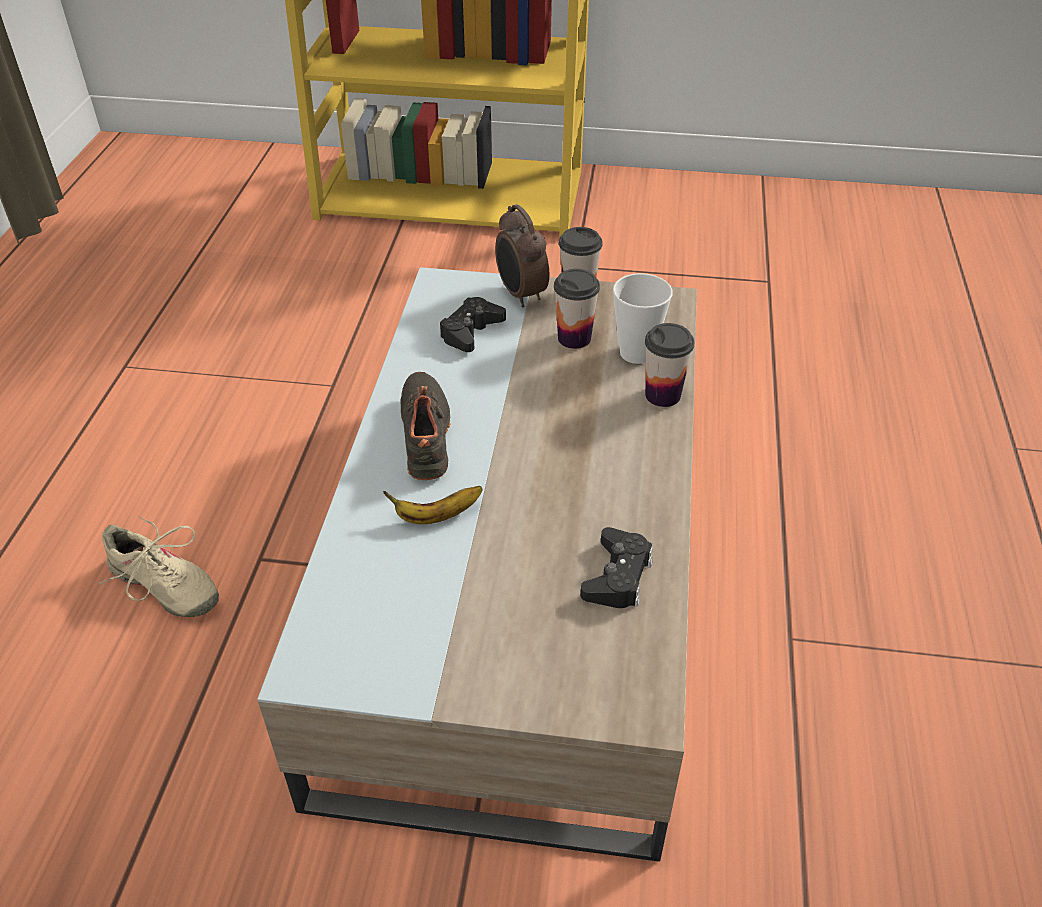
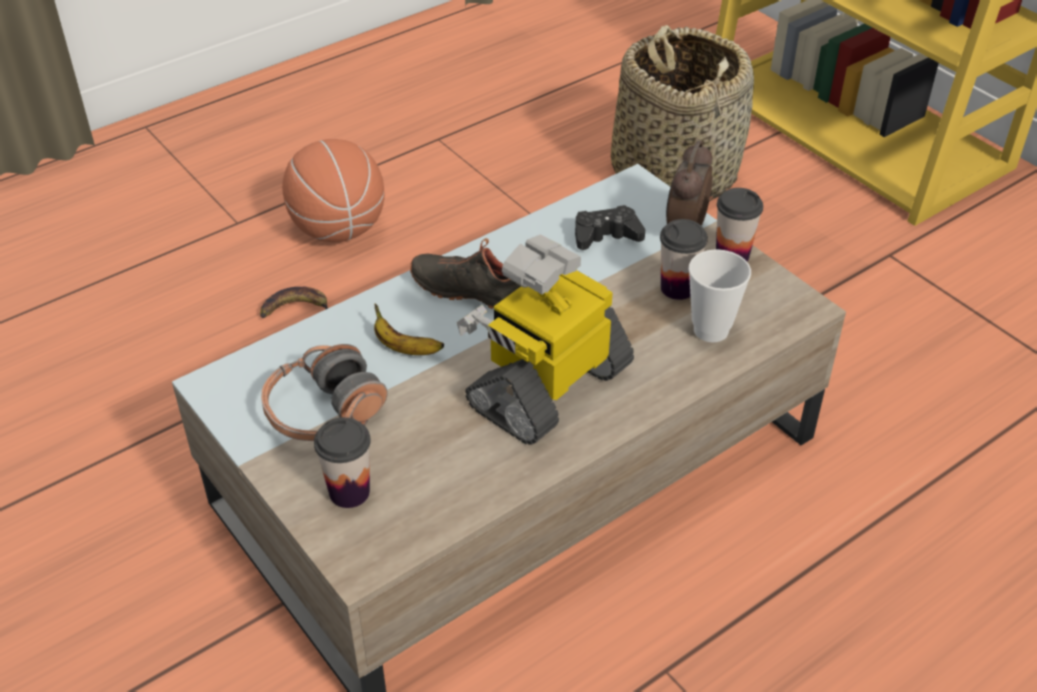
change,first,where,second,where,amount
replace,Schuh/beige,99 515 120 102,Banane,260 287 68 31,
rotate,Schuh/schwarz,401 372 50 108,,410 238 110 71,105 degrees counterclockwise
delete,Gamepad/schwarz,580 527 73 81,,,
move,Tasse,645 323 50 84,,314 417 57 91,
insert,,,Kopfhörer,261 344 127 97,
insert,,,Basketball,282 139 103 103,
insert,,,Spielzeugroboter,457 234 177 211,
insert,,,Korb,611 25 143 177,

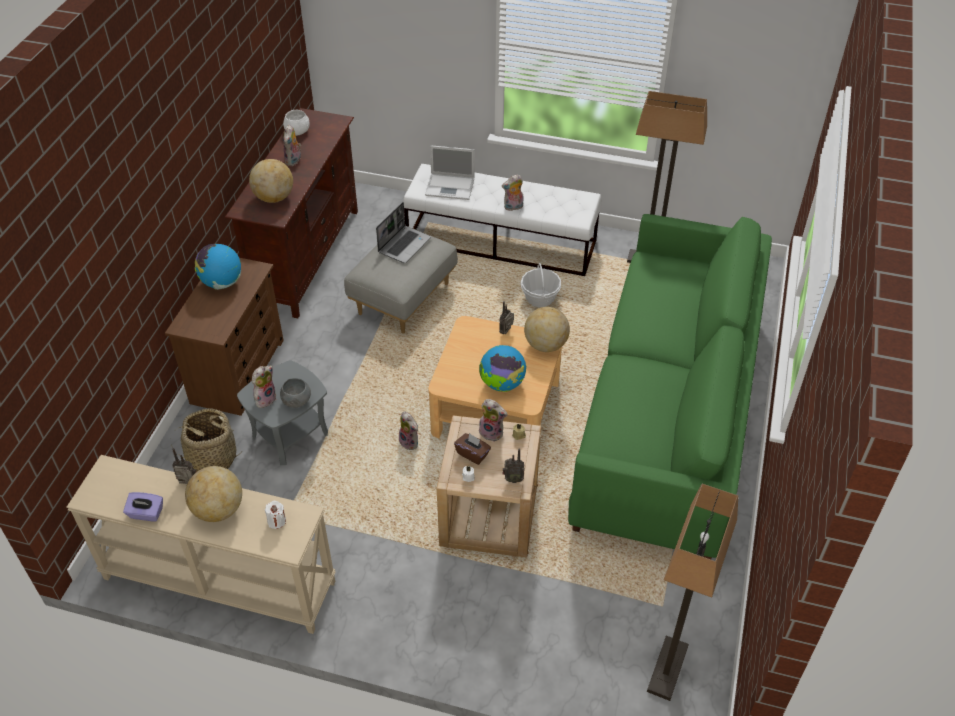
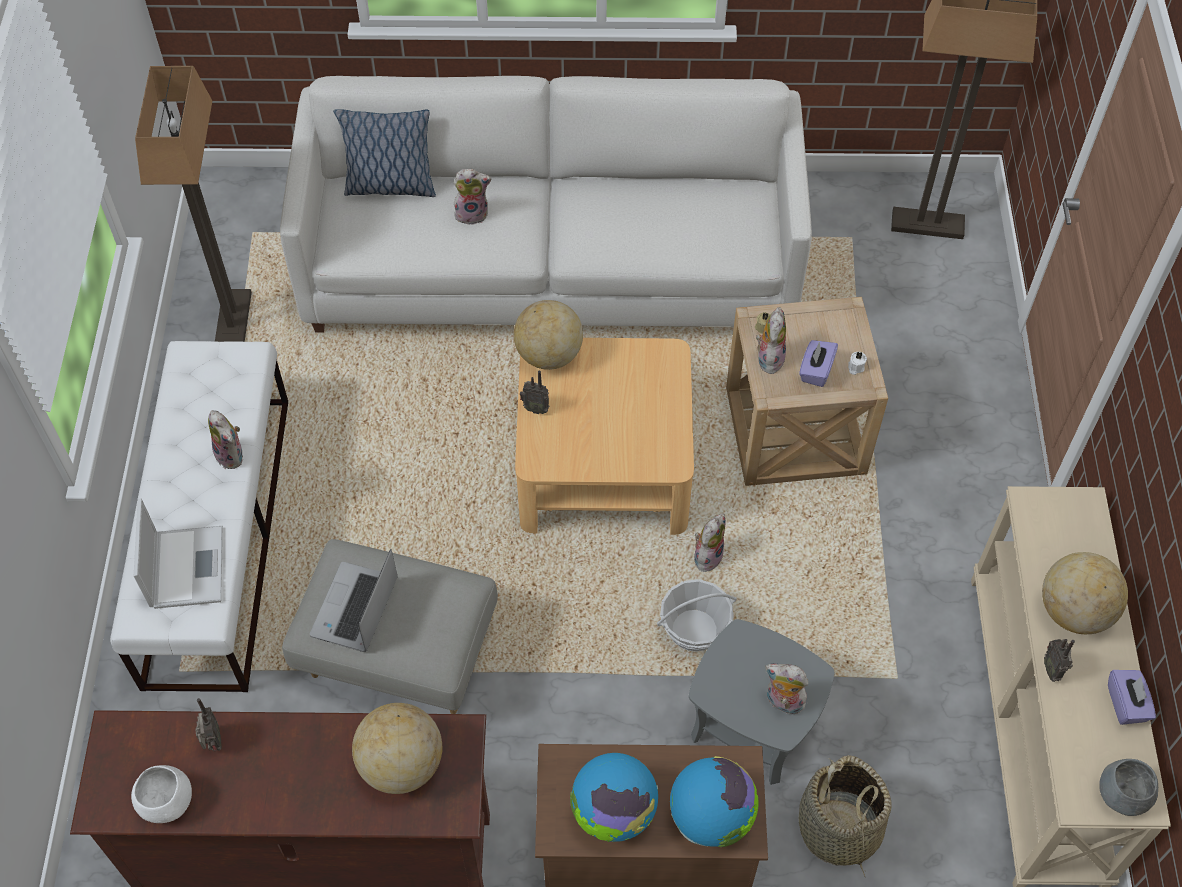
change,first,where,second,where,amount
delete,Kerze/weiß,265 501 21 28,,,
move,Schüssel/grau,280 378 31 30,,1099 759 59 57,
move,Plüschtier,283 124 18 42,,453 169 39 56,
rotate,Laptop,376 202 55 61,,310 549 88 103,90 degrees counterclockwise
recolor,Taschentuchbox/braun,454 433 37 32,Taschentuchbox/lila,799 340 39 47,
move,Globus,479 345 47 47,,670 756 89 91,
move,Radio,503 449 21 34,,195 698 27 54,
move,Korb,521 263 40 44,,657 579 80 73,
recolor,Sofa/grün,568 214 204 346,Sofa/weiß,280 76 532 257,
insert,,,Kissen,333 109 103 88,

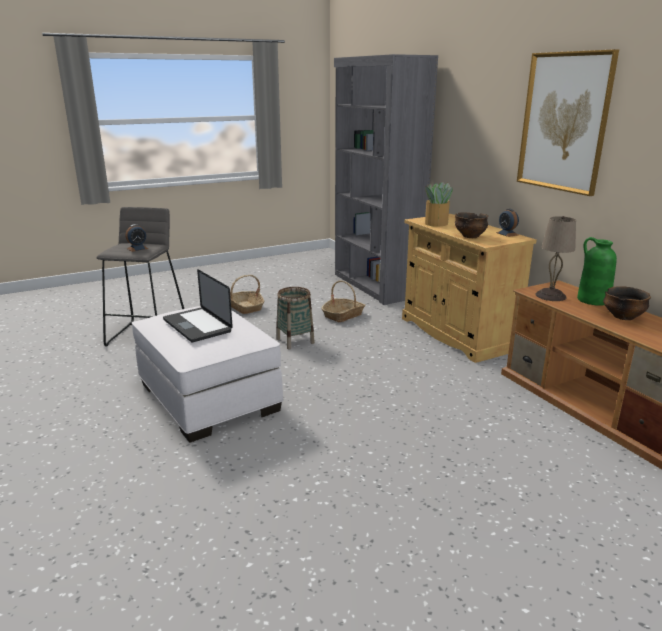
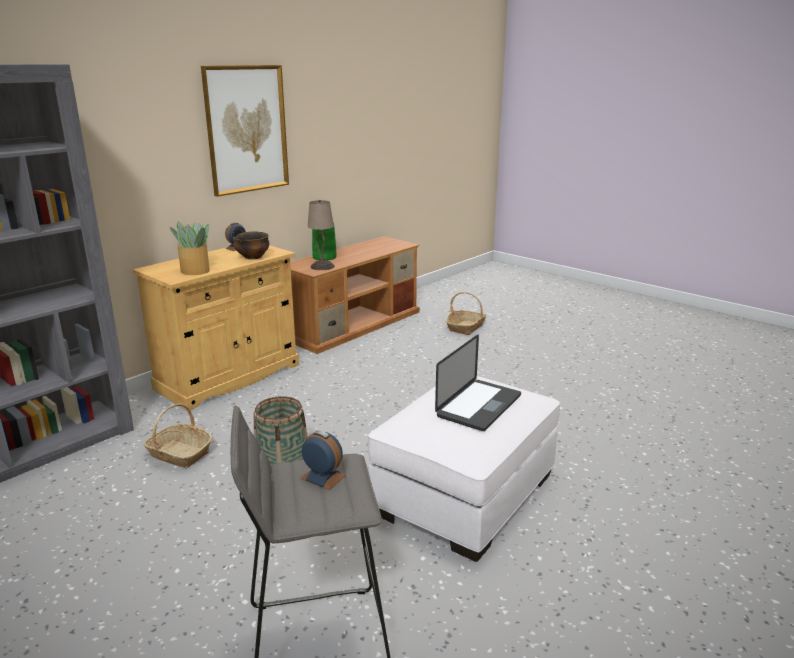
change,first,where,second,where,amount
move,Korb,230 275 34 39,,446 292 41 43,
delete,Schüssel,603 286 48 34,,,

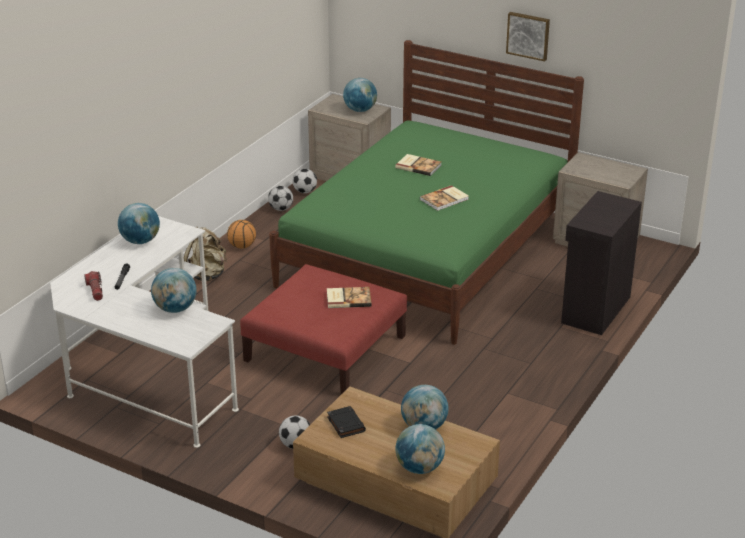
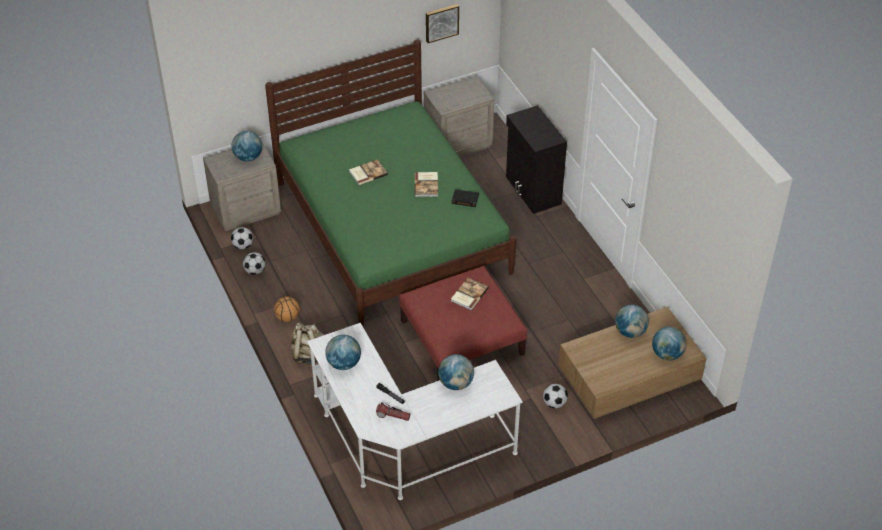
change,first,where,second,where,amount
move,Buch/schwarz,327 406 39 32,,452 189 27 18,
move,Bild,506 12 44 49,,426 4 33 39,

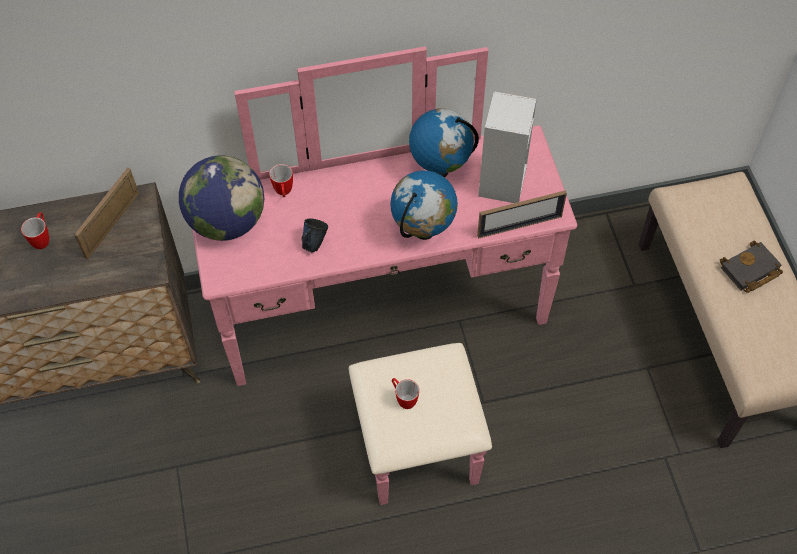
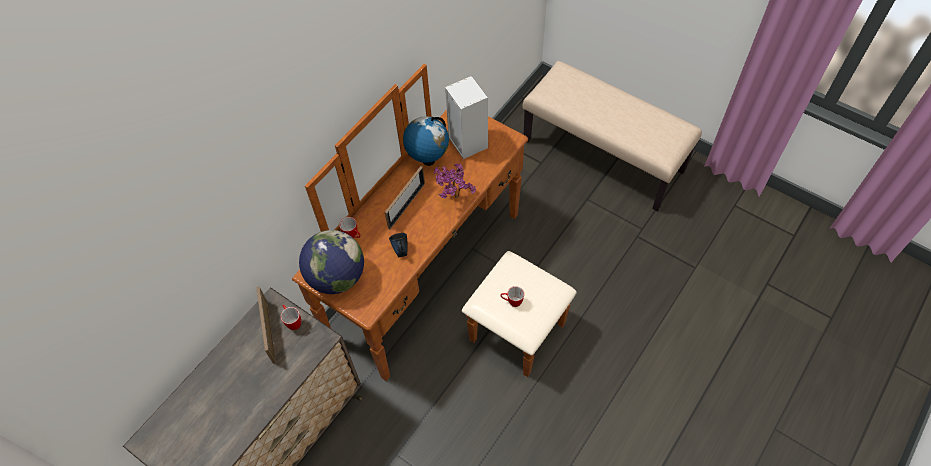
change,first,where,second,where,amount
move,Henkelbecher,21 212 28 37,,281 305 20 25,
recolor,Kommode/rosa,192 46 385 459,Kommode/braun,292 64 285 317,
replace,Globus,390 170 68 70,Topfpflanze,433 163 43 36,
move,Bilderrahmen,477 190 90 49,,385 166 40 63,
delete,Buch/schwarz,720 240 63 53,,,

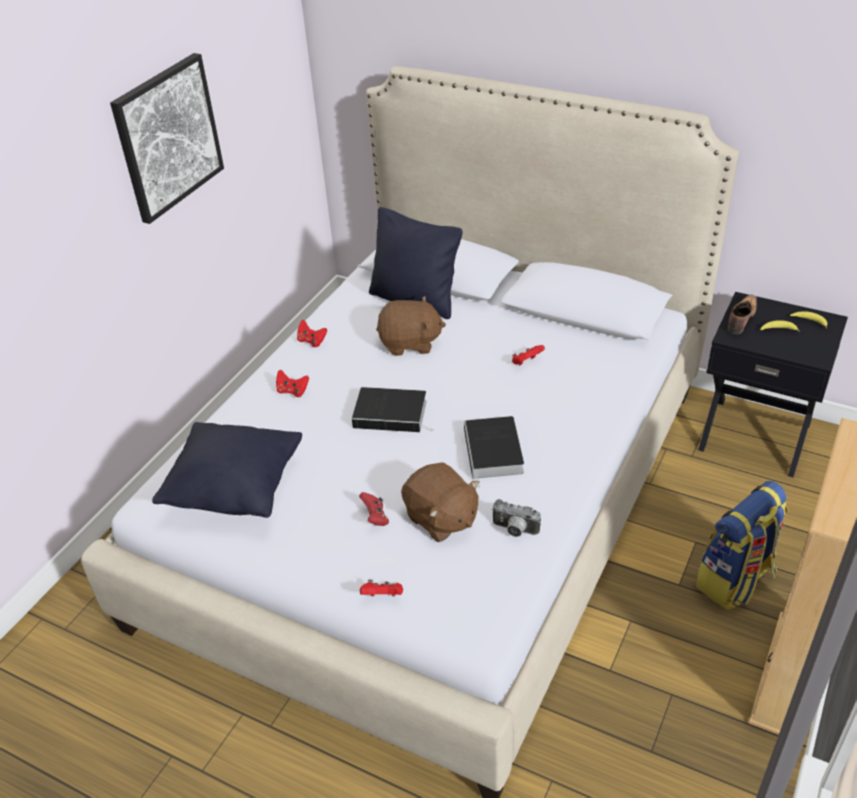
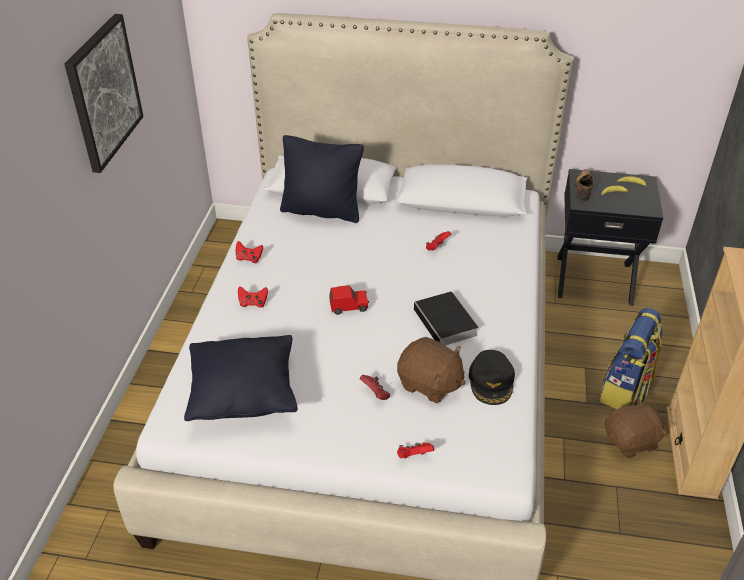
change,first,where,second,where,amount
replace,Buch,352 387 82 45,Spielzeugauto/rot,329 285 40 30,
move,Plüschtier/braun,376 296 70 60,,605 398 61 60,
replace,Kamera,491 499 50 38,Kappe/schwarz,469 350 46 55,

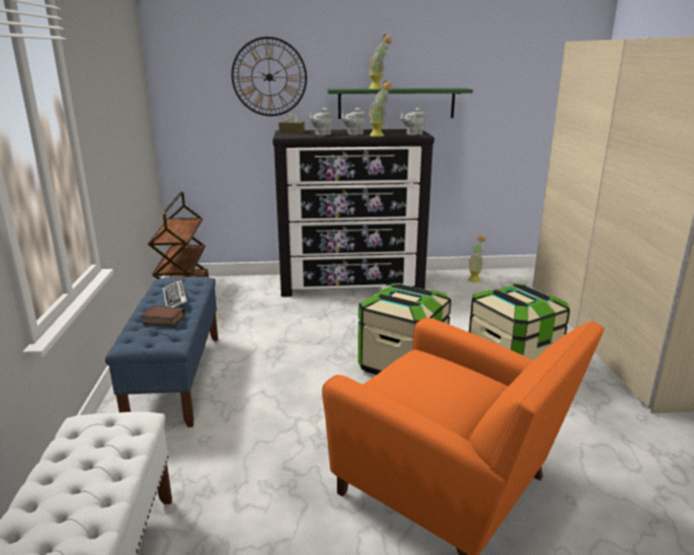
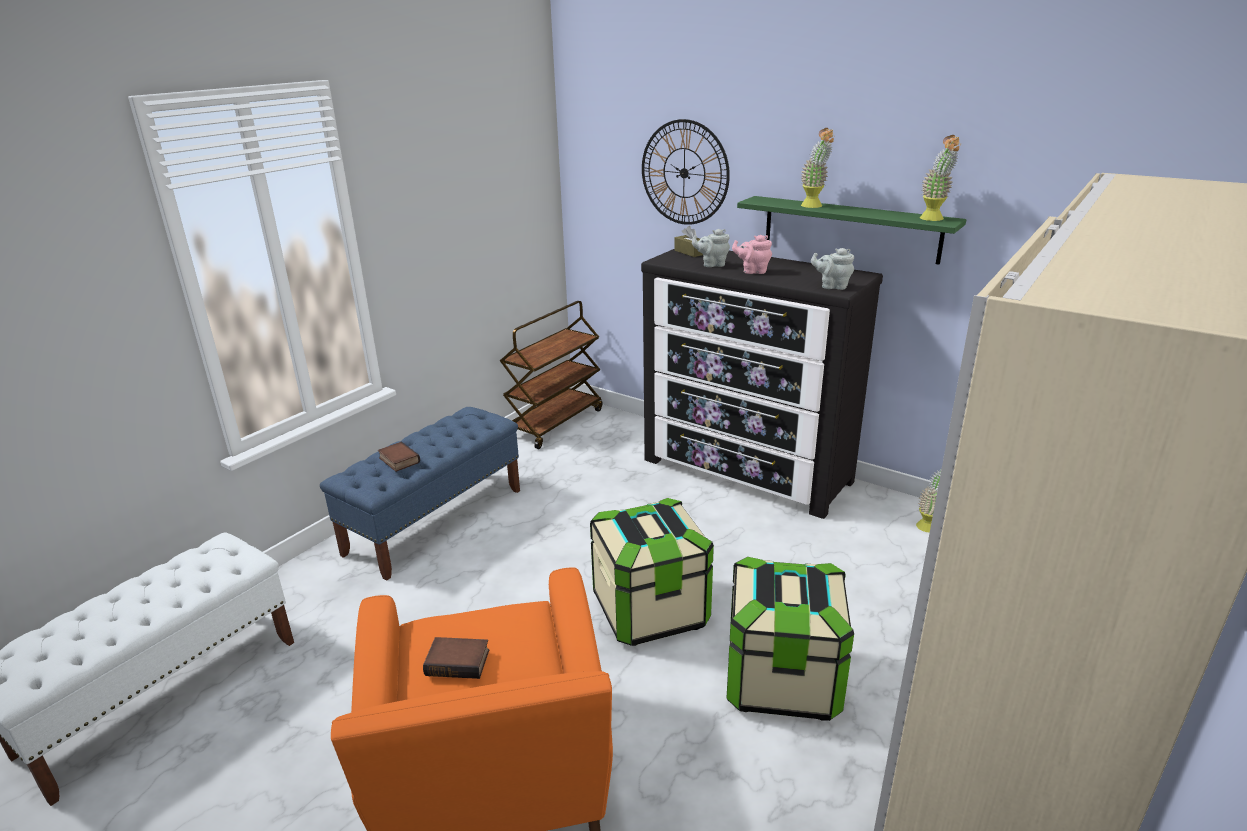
change,first,where,second,where,amount
delete,Tastatur,163 279 25 28,,,
recolor,Teekanne/grau,341 108 24 27,Teekanne/rosa,732 235 40 39,
move,Topfpflanze,369 81 23 56,,920 135 41 86,
insert,,,Buch,423 637 66 42,

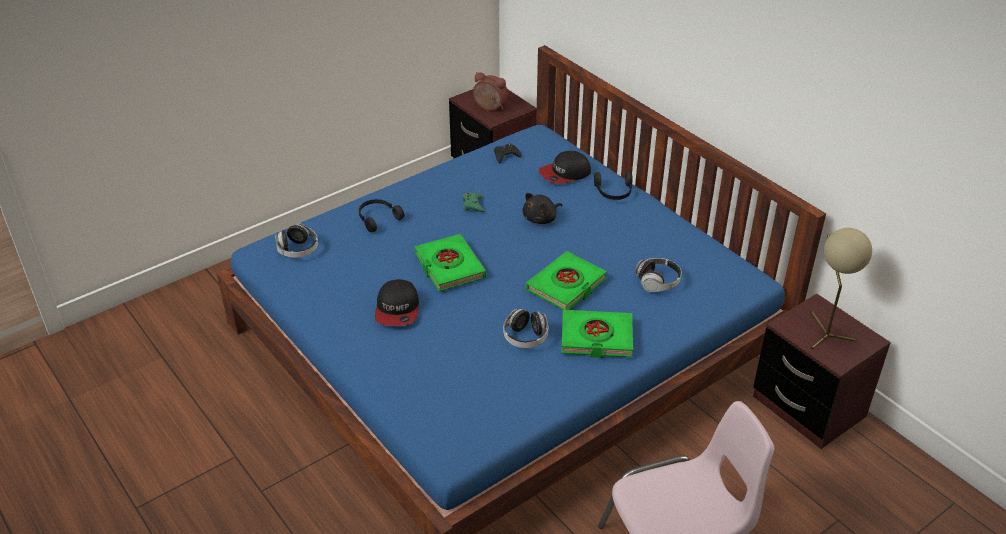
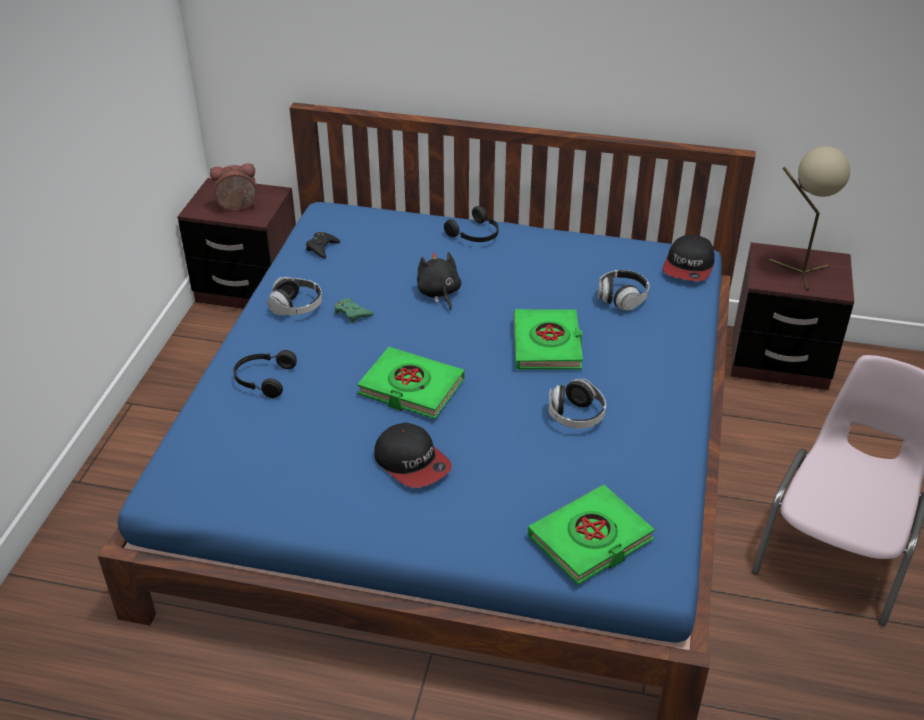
change,first,where,second,where,amount
move,Kopfhörer,275 223 43 35,,267 277 55 38,
rotate,Plüschtier/schwarz,522 193 40 31,,417 251 44 59,150 degrees clockwise
move,Kappe,539 151 52 33,,663 235 51 46,
move,Buch/grün,561 310 72 48,,528 485 127 100,

